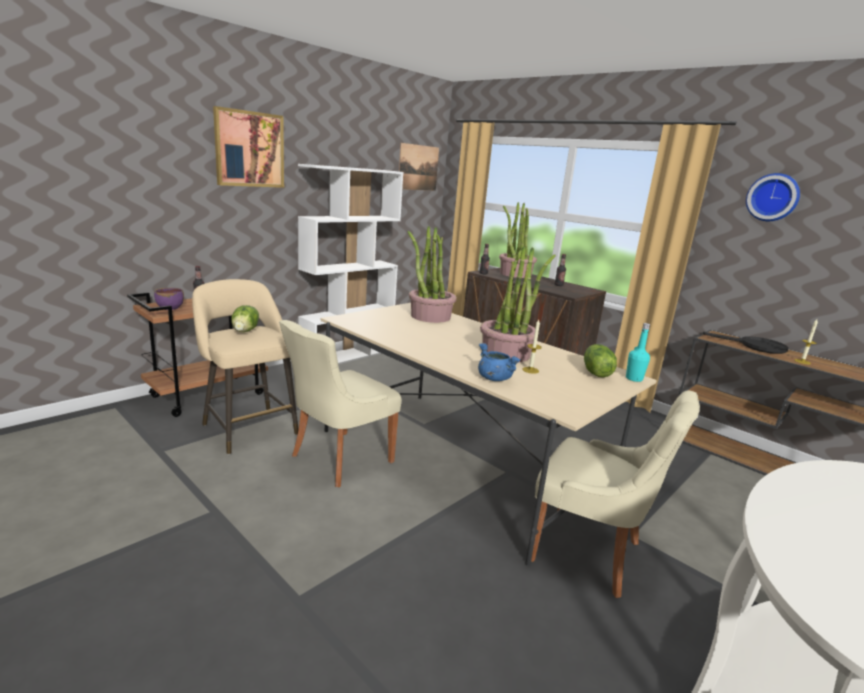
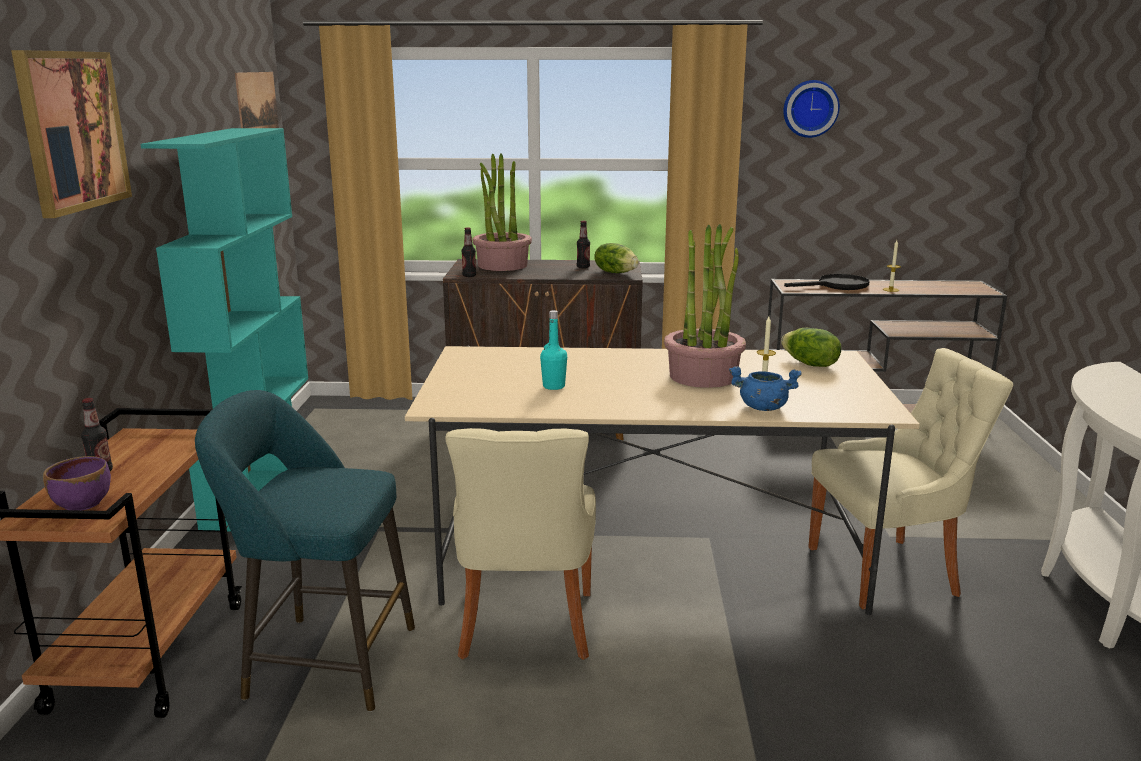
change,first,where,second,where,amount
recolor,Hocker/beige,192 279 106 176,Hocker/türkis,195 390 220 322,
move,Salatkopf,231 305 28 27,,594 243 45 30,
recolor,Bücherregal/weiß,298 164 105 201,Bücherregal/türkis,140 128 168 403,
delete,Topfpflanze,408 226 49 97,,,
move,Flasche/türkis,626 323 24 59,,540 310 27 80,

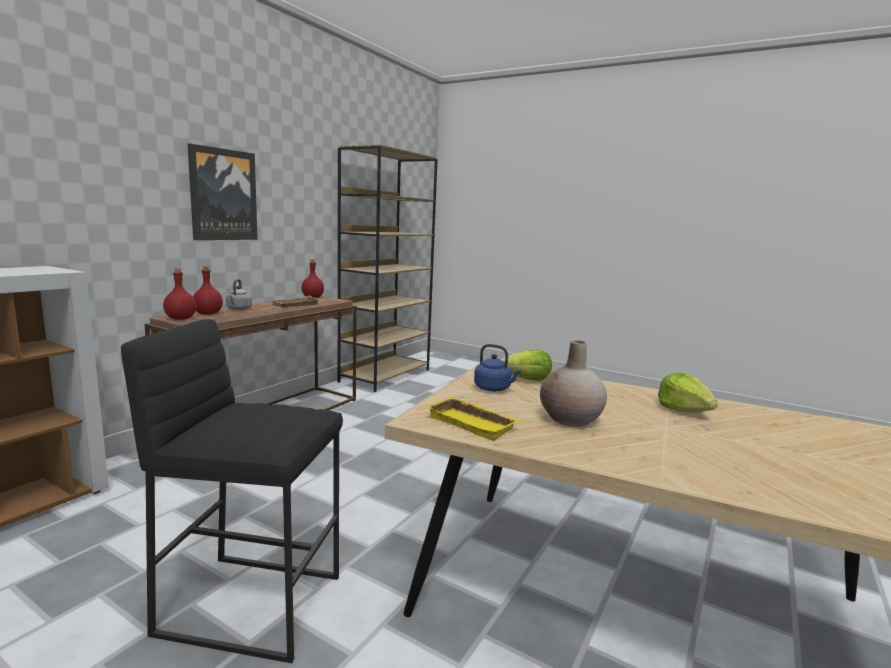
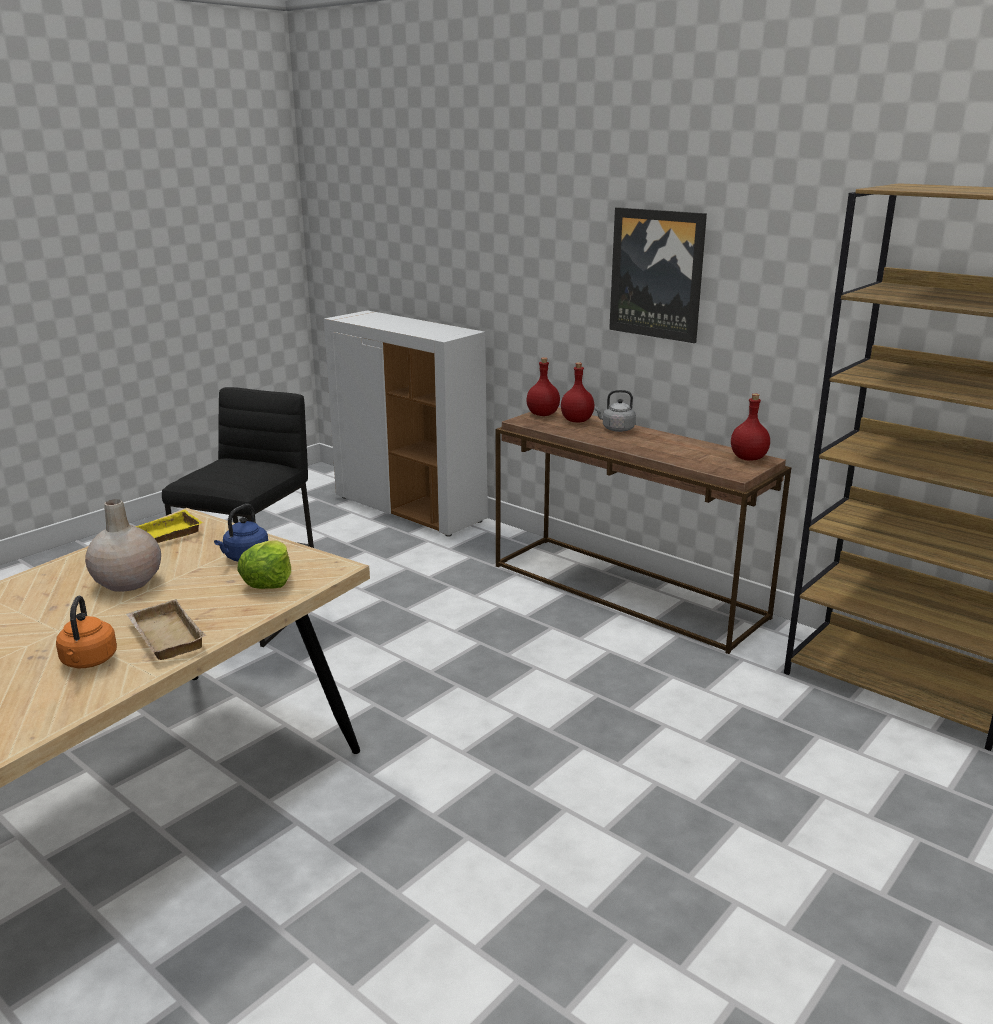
change,first,where,second,where,amount
move,Tablett/beige,272 296 48 11,,126 599 80 61,
replace,Salatkopf,658 373 60 39,Wasserkessel/orange,56 596 61 72,

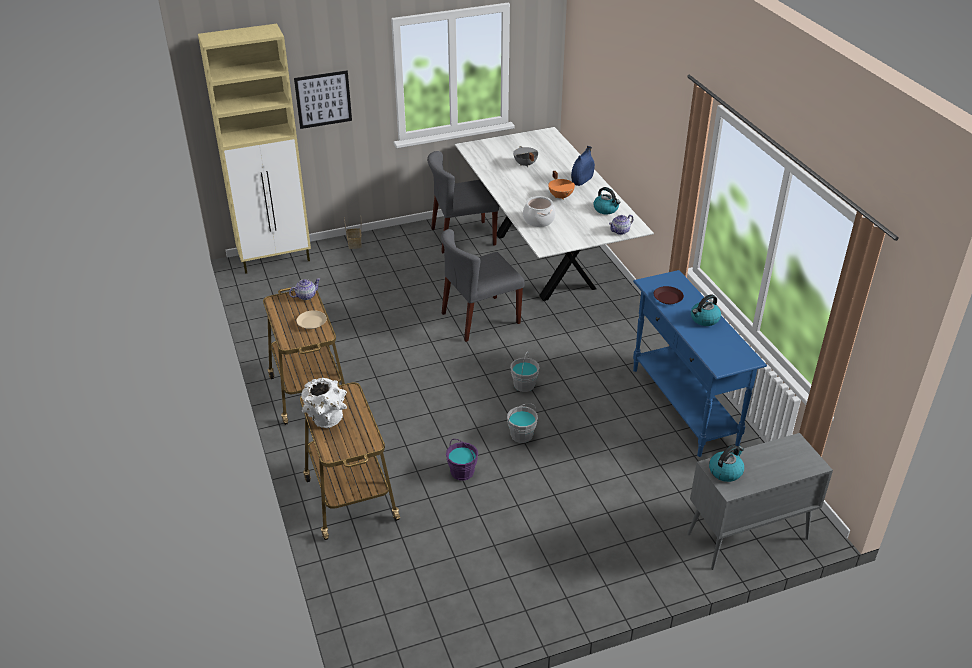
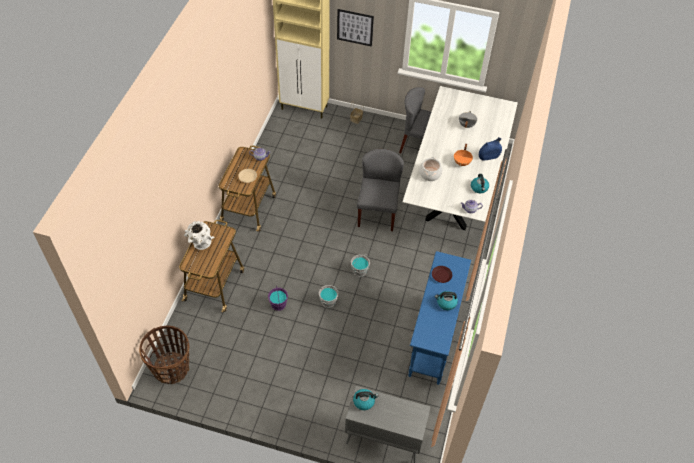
change,first,where,second,where,amount
rotate,Stuhl/grau,441 229 83 113,,357 149 47 82,90 degrees clockwise
insert,,,Korb,139 326 50 58,

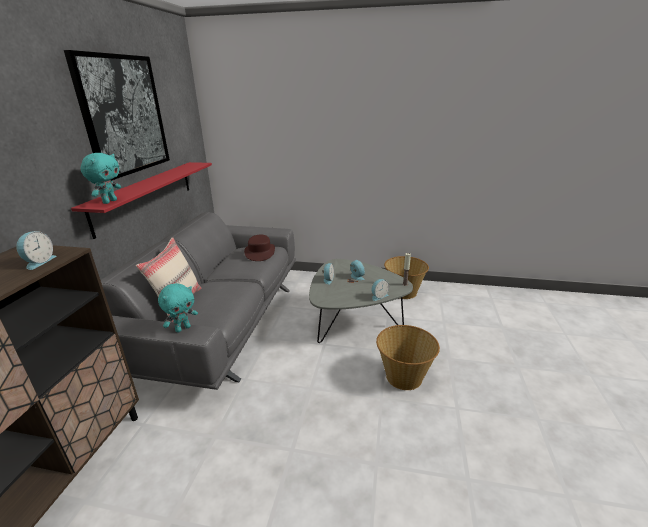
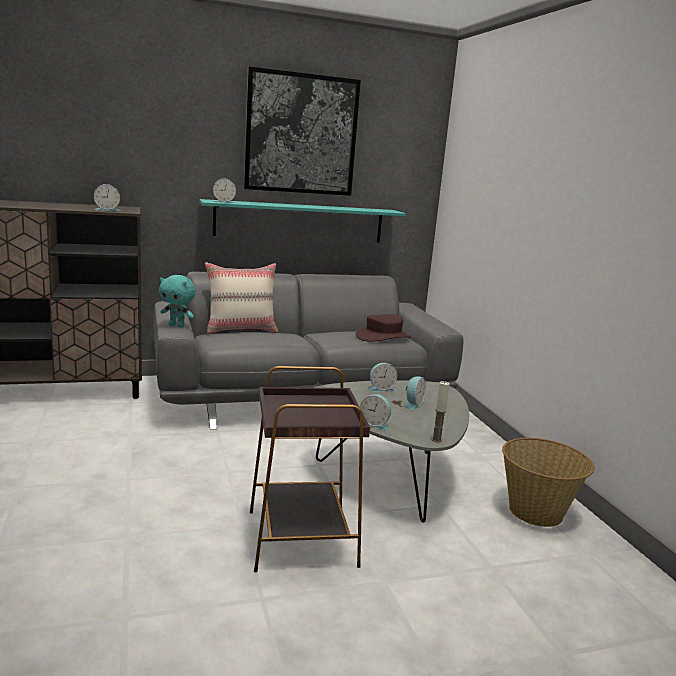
change,first,where,second,where,amount
recolor,Wandregal/rot,71 162 141 77,Wandregal/türkis,200 199 206 43,
replace,Plüschtier/türkis,81 153 40 51,Wecker,213 178 23 25,
replace,Korb,376 325 64 65,Beistelltisch/braun,250 366 120 206,

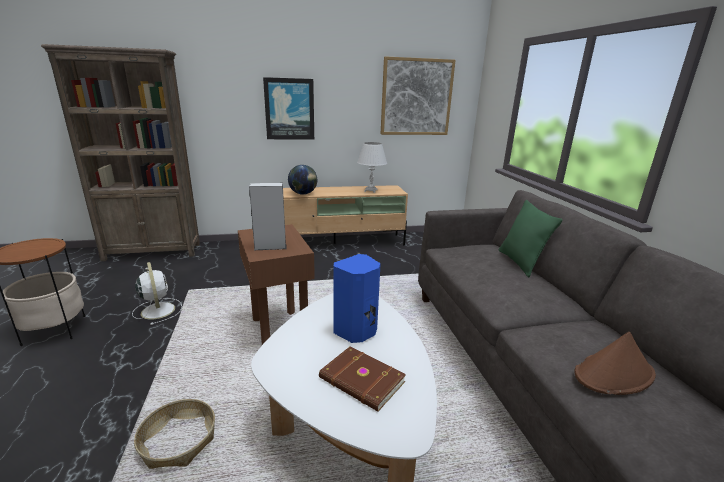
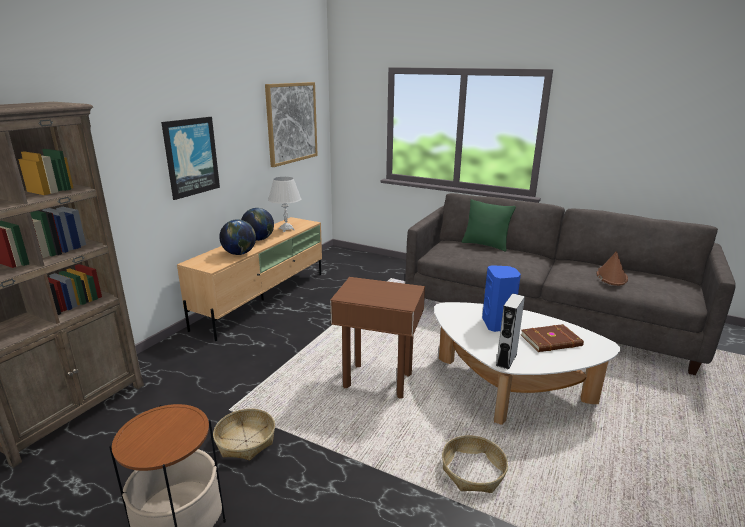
change,first,where,second,where,amount
replace,Ventilator/weiß,132 262 50 63,Korb,213 408 62 52,
move,Lautsprecher/grau,249 183 38 67,,496 293 29 77,
insert,,,Globus,241 208 33 33,

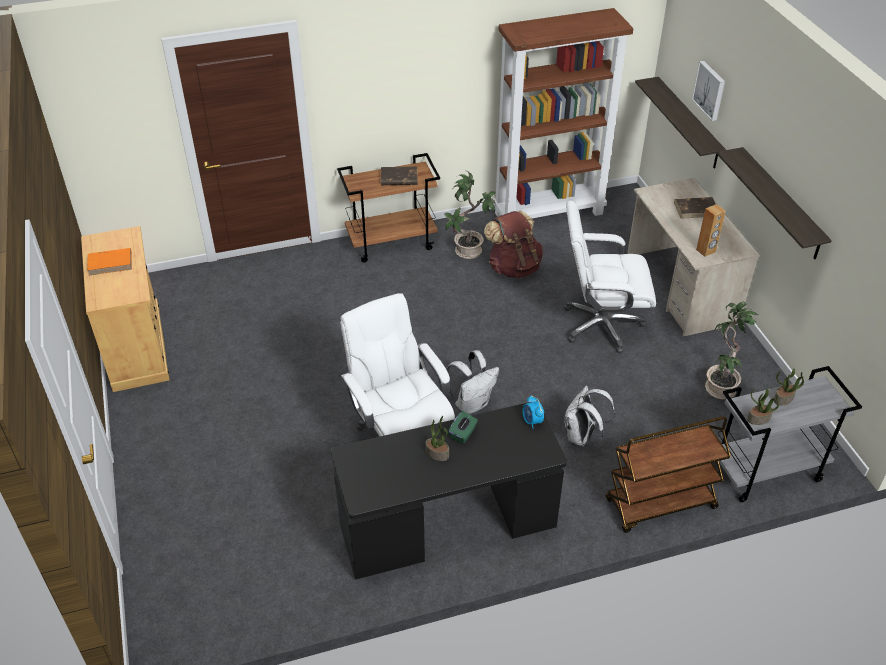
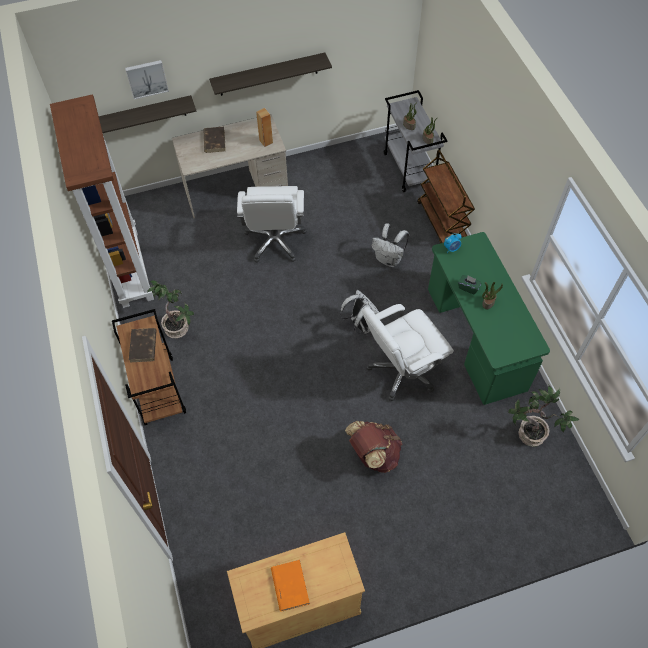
change,first,where,second,where,amount
recolor,Schreibtisch/schwarz,331 402 236 178,Schreibtisch/grün,428 232 122 173,
move,Rucksack/braun,484 211 59 67,,345 421 57 52,
move,Topfpflanze,705 301 53 99,,508 385 72 62,

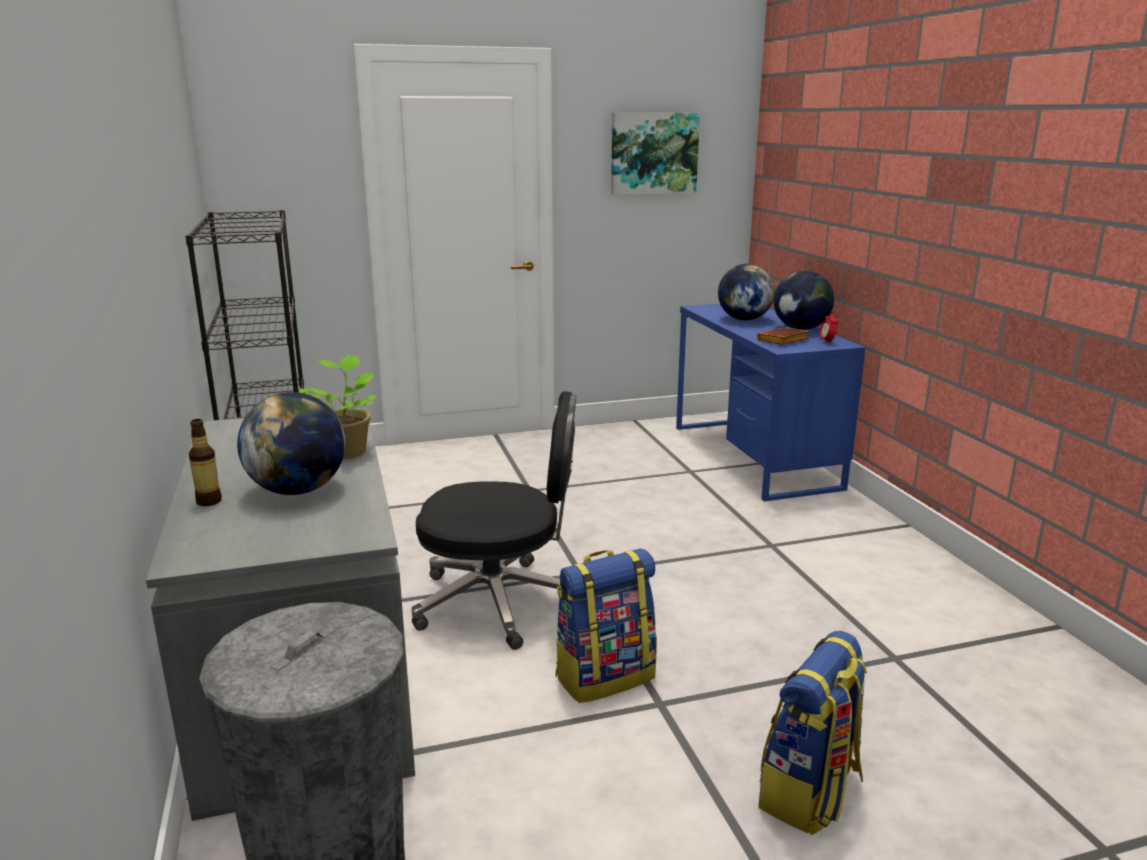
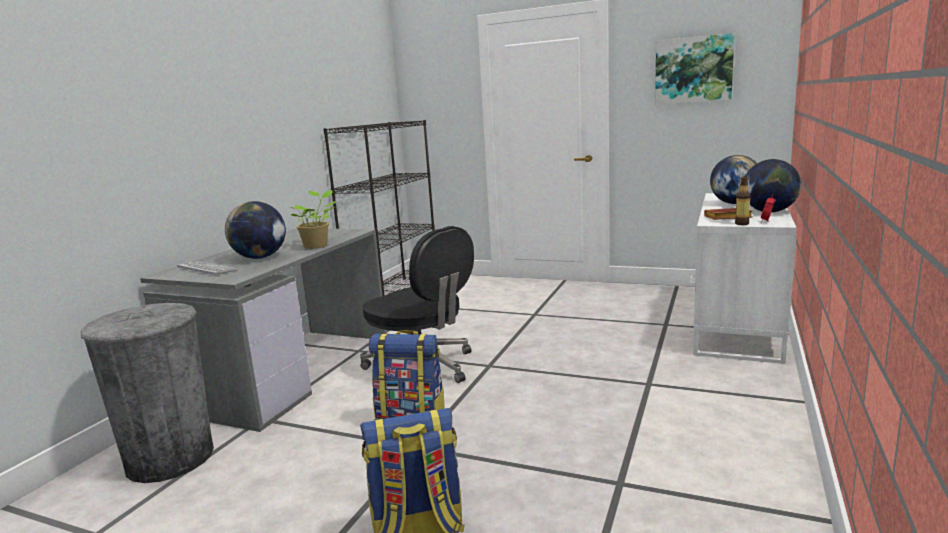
change,first,where,second,where,amount
move,Flasche,189 419 33 87,,735 176 16 49,
recolor,Schreibtisch/blau,676 304 189 197,Schreibtisch/weiß,690 193 107 171,
insert,,,Tastatur,177 261 61 15,

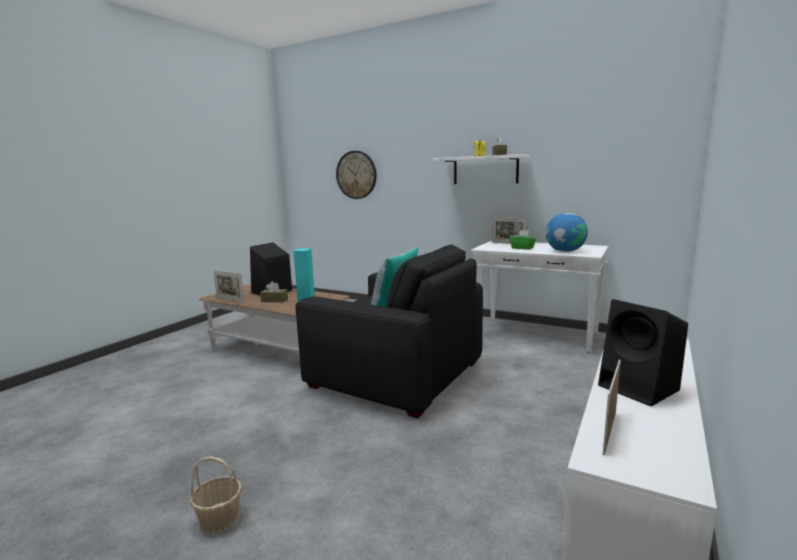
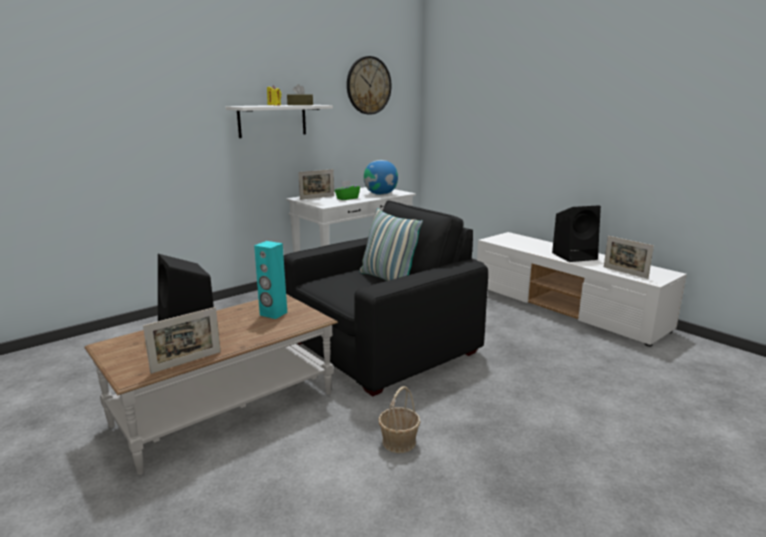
change,first,where,second,where,amount
move,Korb,190 456 52 78,,378 386 42 67,
delete,Taschentuchbox/braun,260 281 28 21,,,
move,Wanduhr,336 151 41 48,,347 56 45 59,

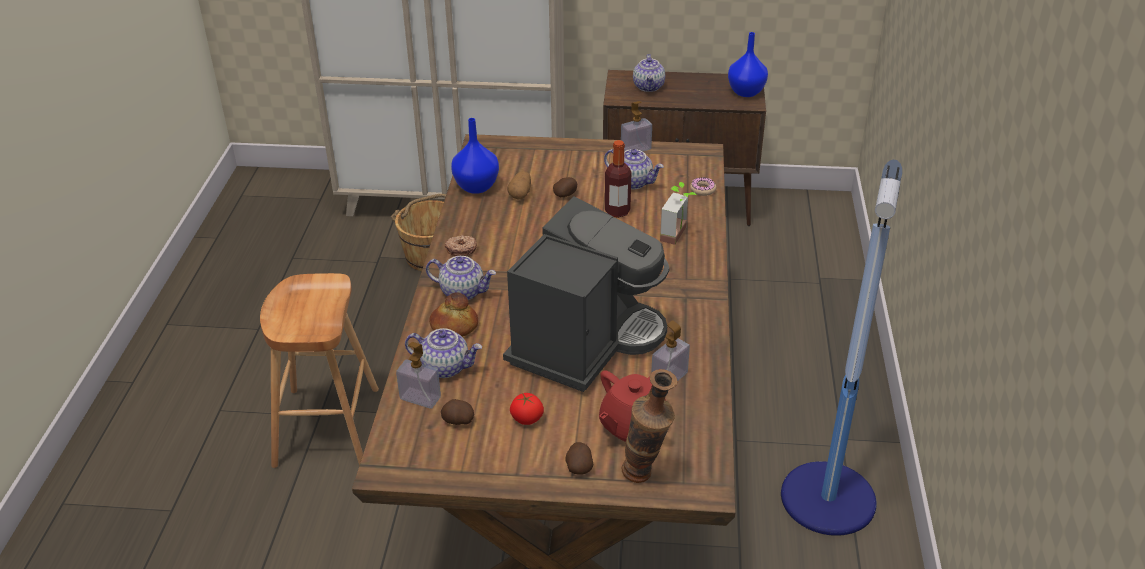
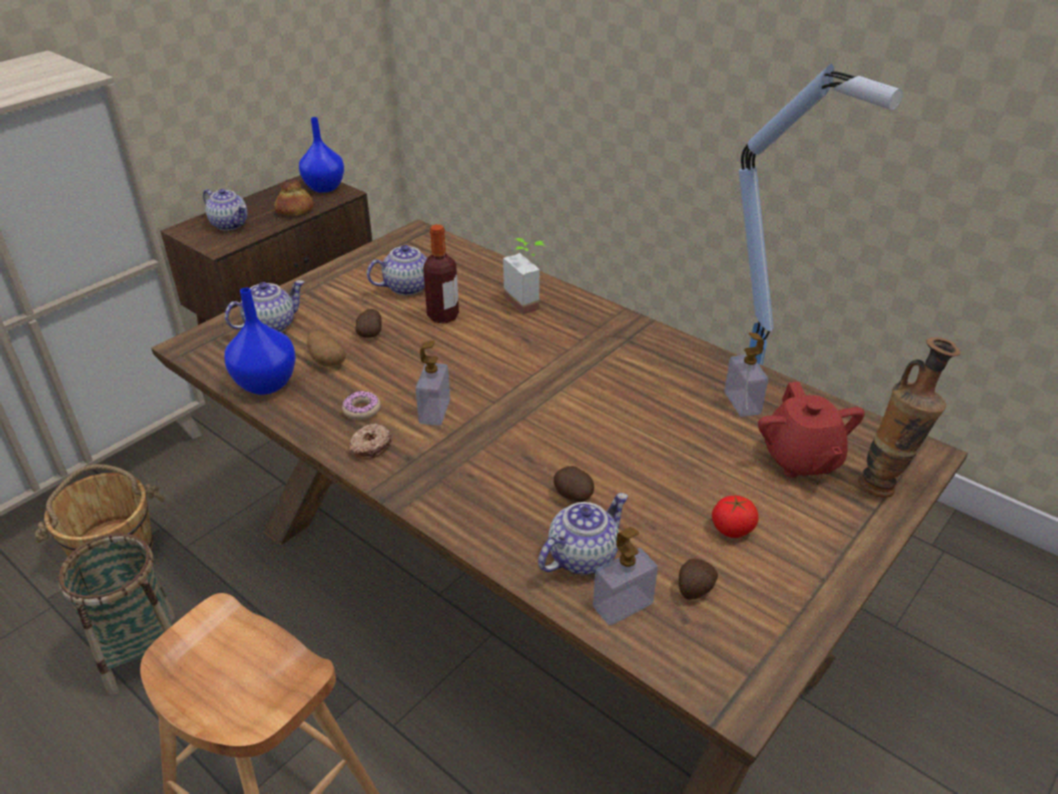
change,first,where,second,where,amount
move,Teekanne,426 256 70 44,,225 280 79 52,
move,Brot,429 292 49 45,,274 179 40 37,
delete,Kaffeemaschine,503 196 167 196,,,
move,Kartoffel,565 442 28 33,,554 466 40 36,
move,Seifenspender,621 101 31 50,,415 340 35 85,
move,Donut,690 177 26 19,,342 391 39 29,
insert,,,Korb,59 533 116 163,

